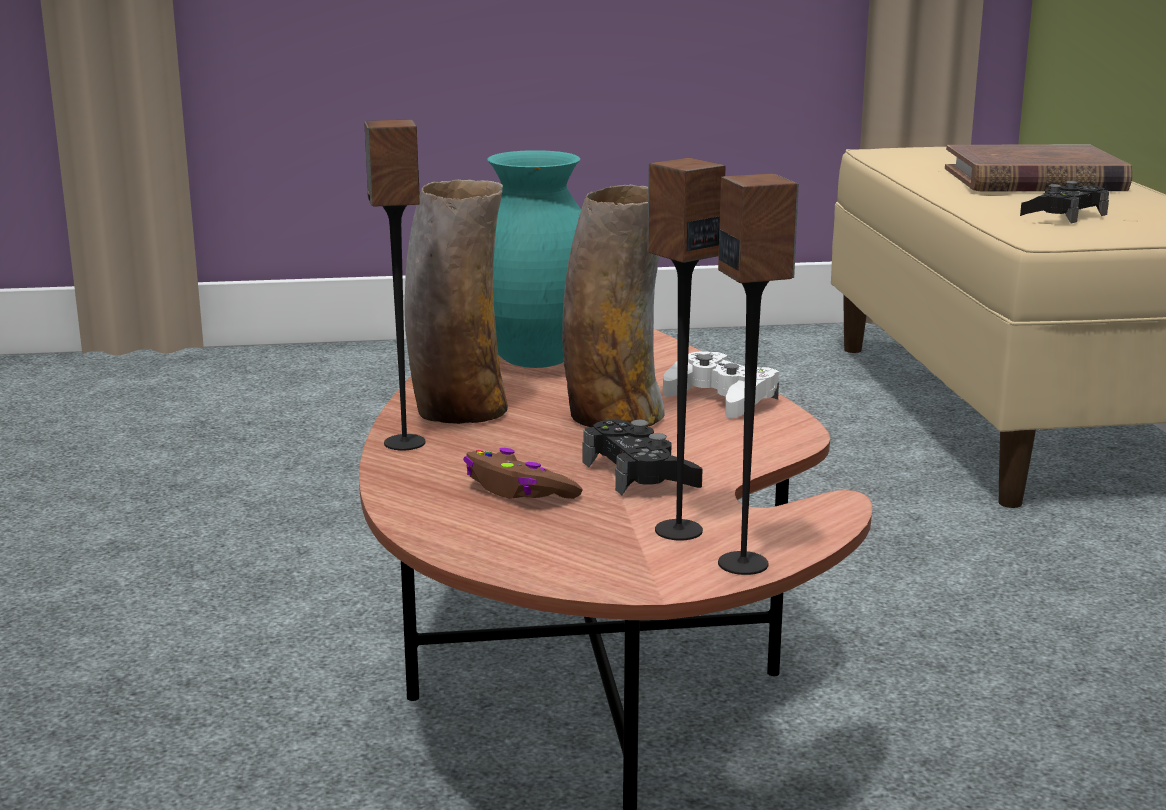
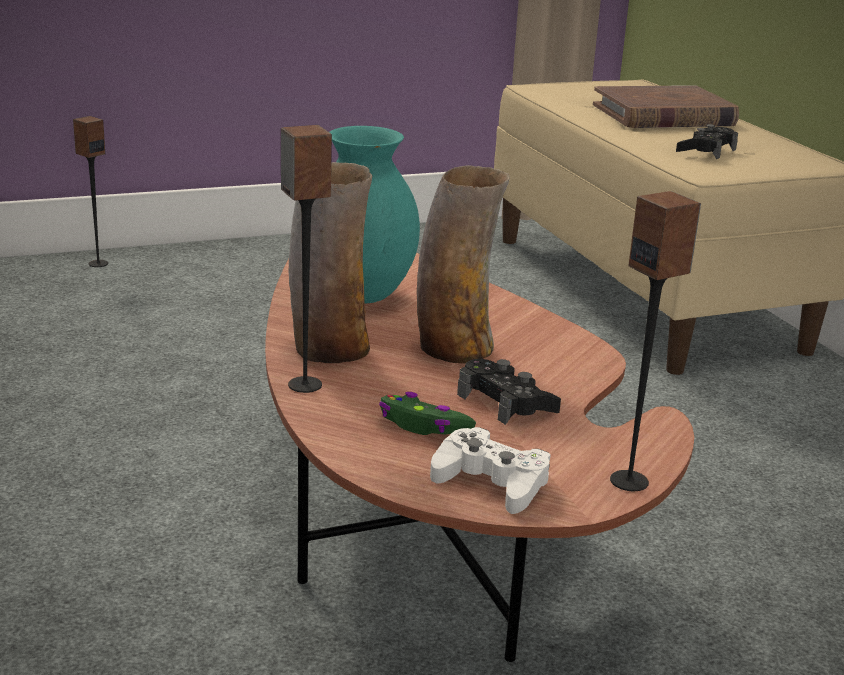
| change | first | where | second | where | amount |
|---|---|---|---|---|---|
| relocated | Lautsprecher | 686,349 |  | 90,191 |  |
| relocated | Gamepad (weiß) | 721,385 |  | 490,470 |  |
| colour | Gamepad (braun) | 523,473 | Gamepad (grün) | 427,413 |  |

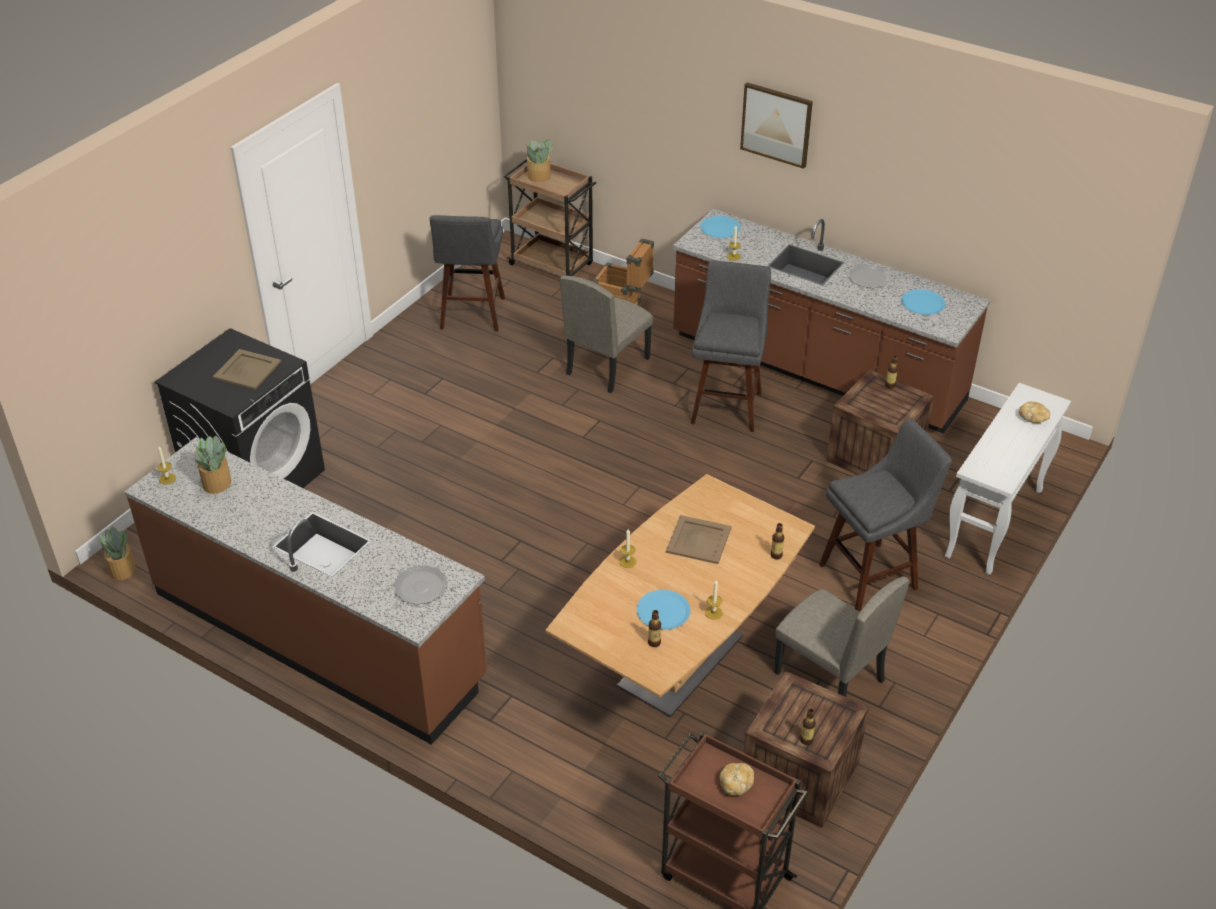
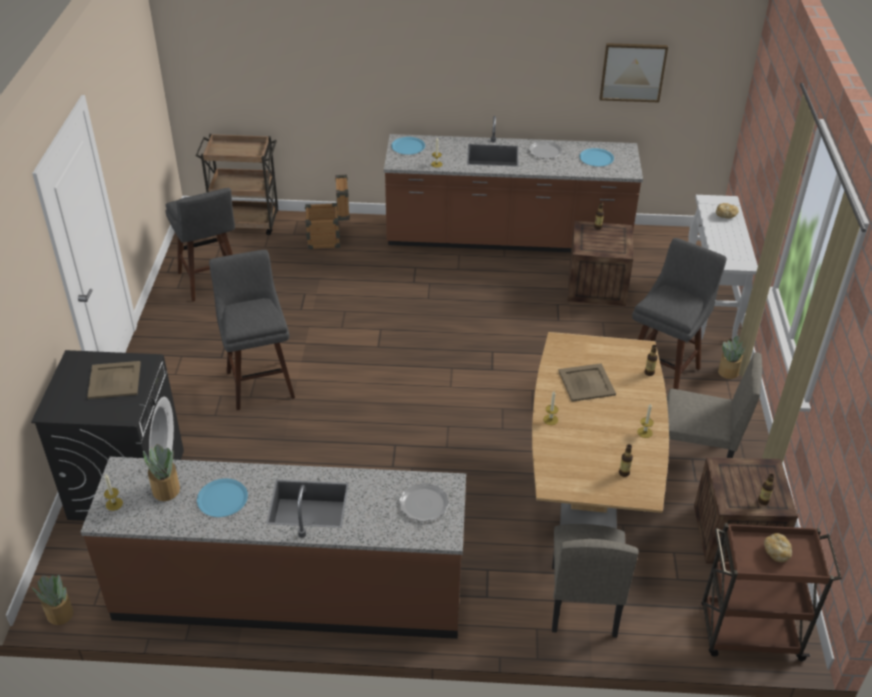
| change | first | where | second | where | amount |
|---|---|---|---|---|---|
| relocated | Topfpflanze | 540,160 |  | 732,357 |  |
| relocated | Stuhl (beige) | 606,334 |  | 595,580 |  |
| relocated | Teller (blau) | 664,610 |  | 222,498 |  |
| relocated | Hocker (grau) | 731,346 |  | 252,330 |  |
| relocated | Bild | 776,125 |  | 633,72 |  |

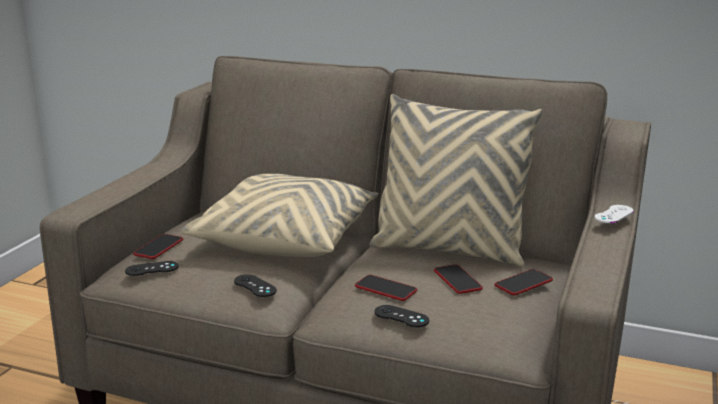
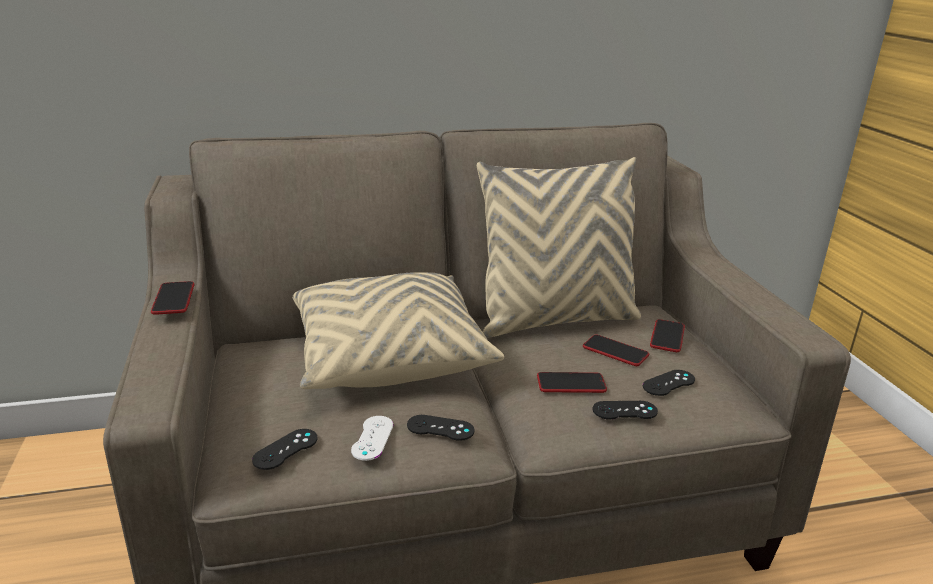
| change | first | where | second | where | amount |
|---|---|---|---|---|---|
| appeared |  |  | Gamepad (schwarz) | 669,383 |  |
| relocated | Handy | 158,246 |  | 173,298 |  |
| relocated | Gamepad (weiß) | 614,214 |  | 372,438 |  |

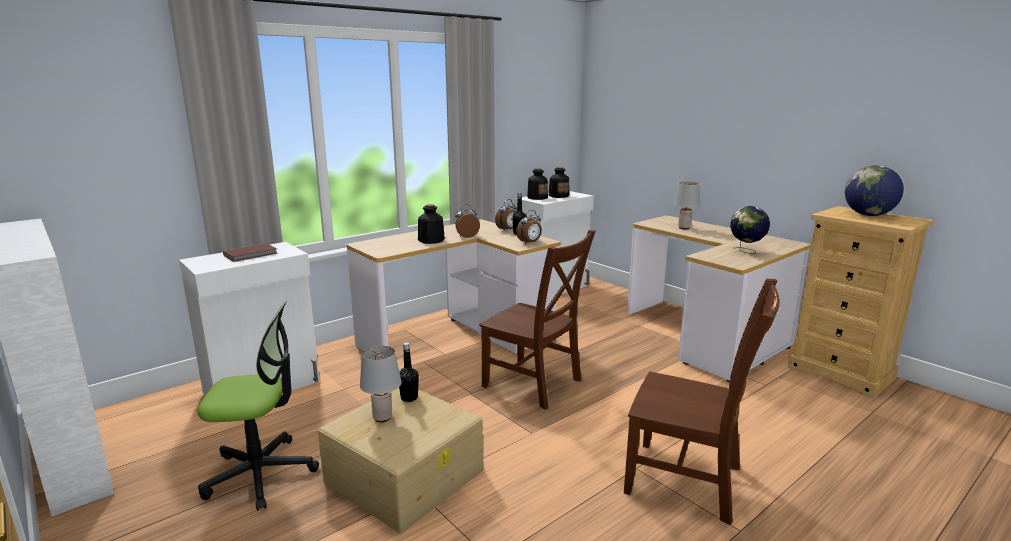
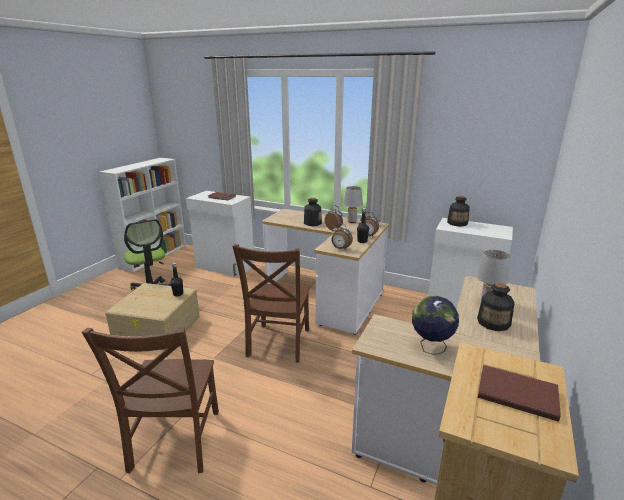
| change | first | where | second | where | amount |
|---|---|---|---|---|---|
| relocated | Tischlampe (grau) | 380,384 |  | 353,204 |  |
| relocated | Flasche | 559,182 |  | 496,307 |  |
| exchanged | Globus | 874,190 | Buch (braun) | 519,393 |  |

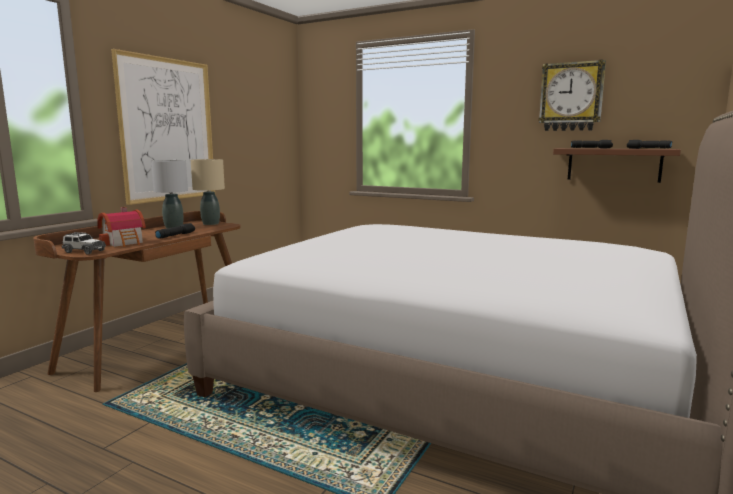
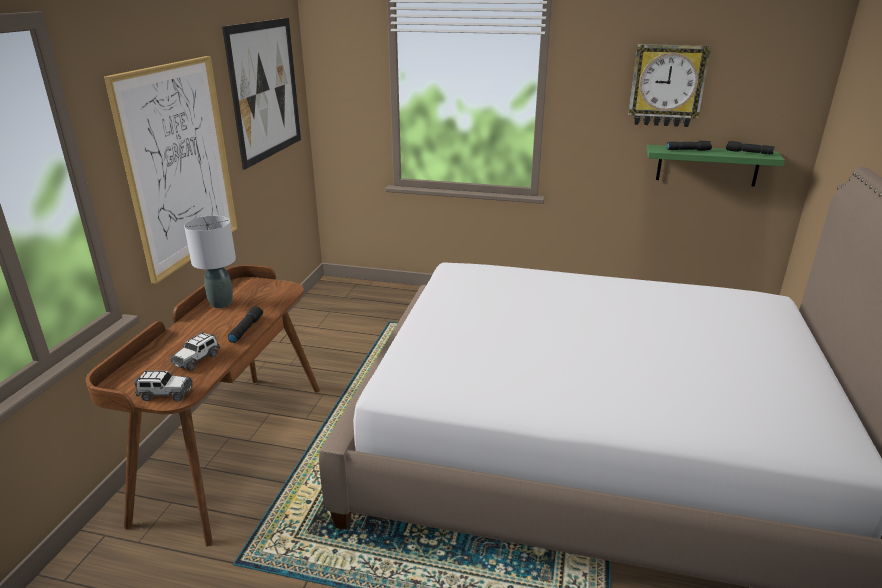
| change | first | where | second | where | amount |
|---|---|---|---|---|---|
| missing | Tischlampe (beige) | 208,192 |  |  |  |
| appeared |  |  | Bild | 261,94 |  |
| exchanged | Spielzeughaus | 121,227 | Spielzeugauto | 195,351 |  |
| colour | Wandregal (braun) | 617,165 | Wandregal (grün) | 716,165 |  |

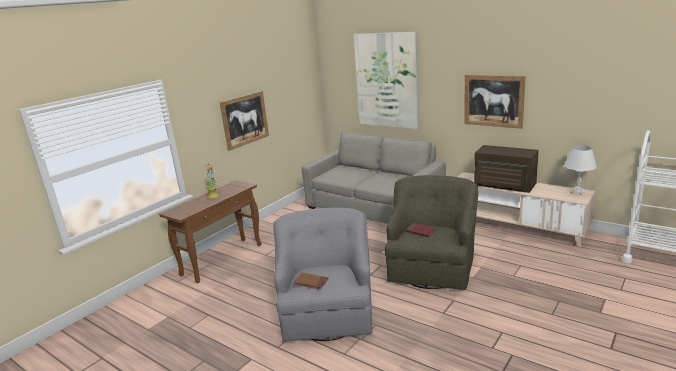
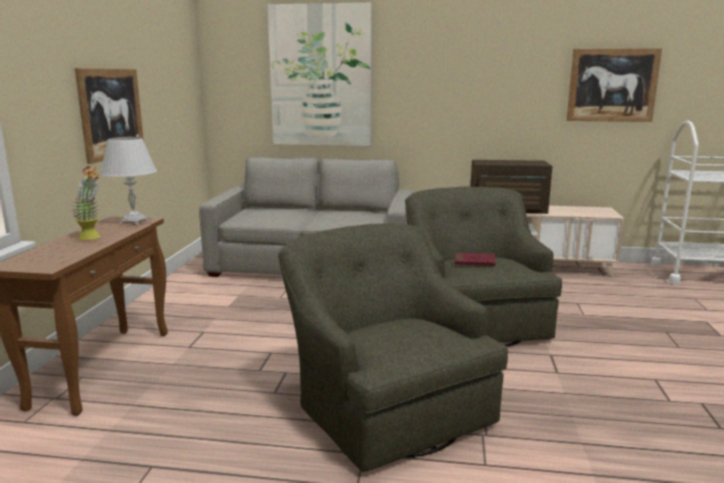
| change | first | where | second | where | amount |
|---|---|---|---|---|---|
| missing | Buch (braun) | 310,281 |  |  |  |
| relocated | Bild | 495,102 |  | 614,85 |  |
| relocated | Tischlampe (weiß) | 580,170 |  | 128,180 |  |
| colour | Sessel (grau) | 323,274 | Sessel (grün) | 393,347 |  |

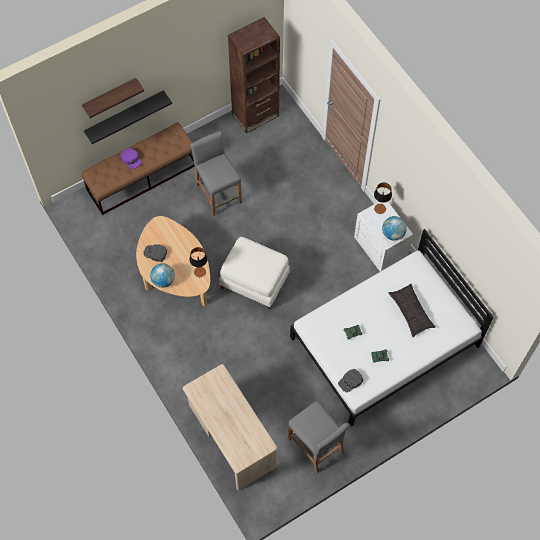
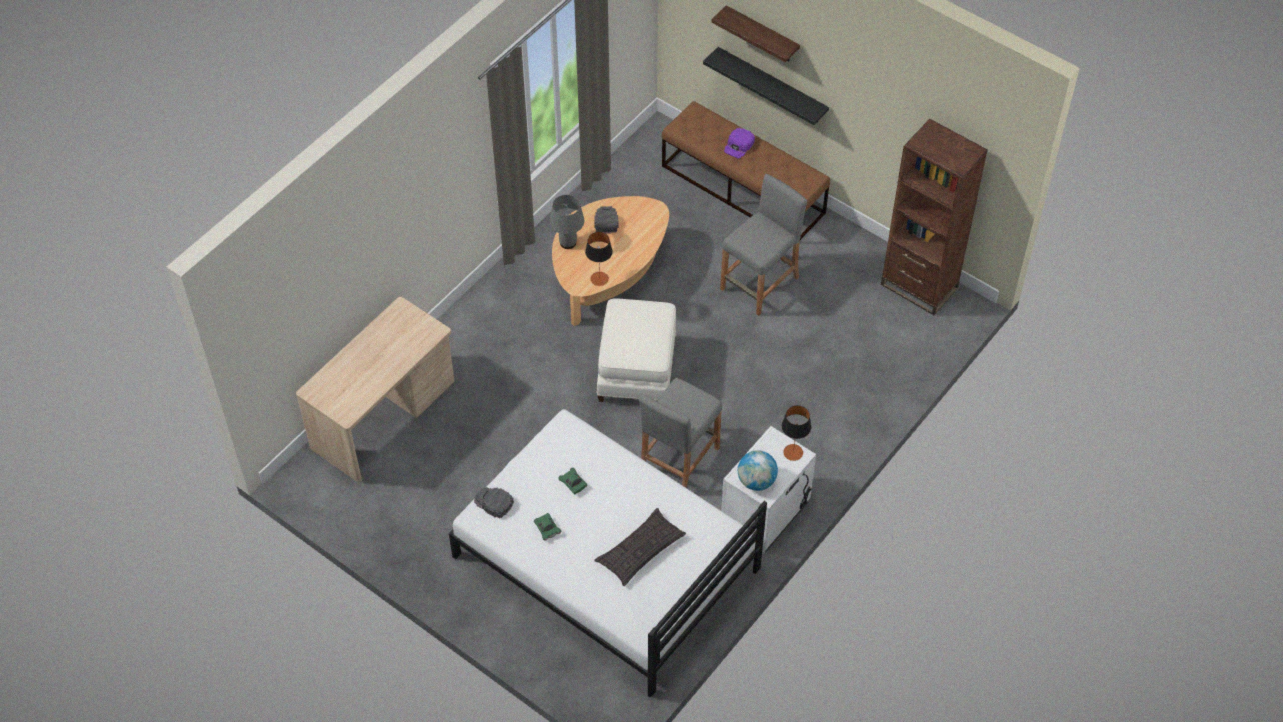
| change | first | where | second | where | amount |
|---|---|---|---|---|---|
| relocated | Hocker (grau) | 319,437 |  | 680,433 |  |
| exchanged | Globus | 162,275 | Tischlampe (grau) | 567,222 |  |

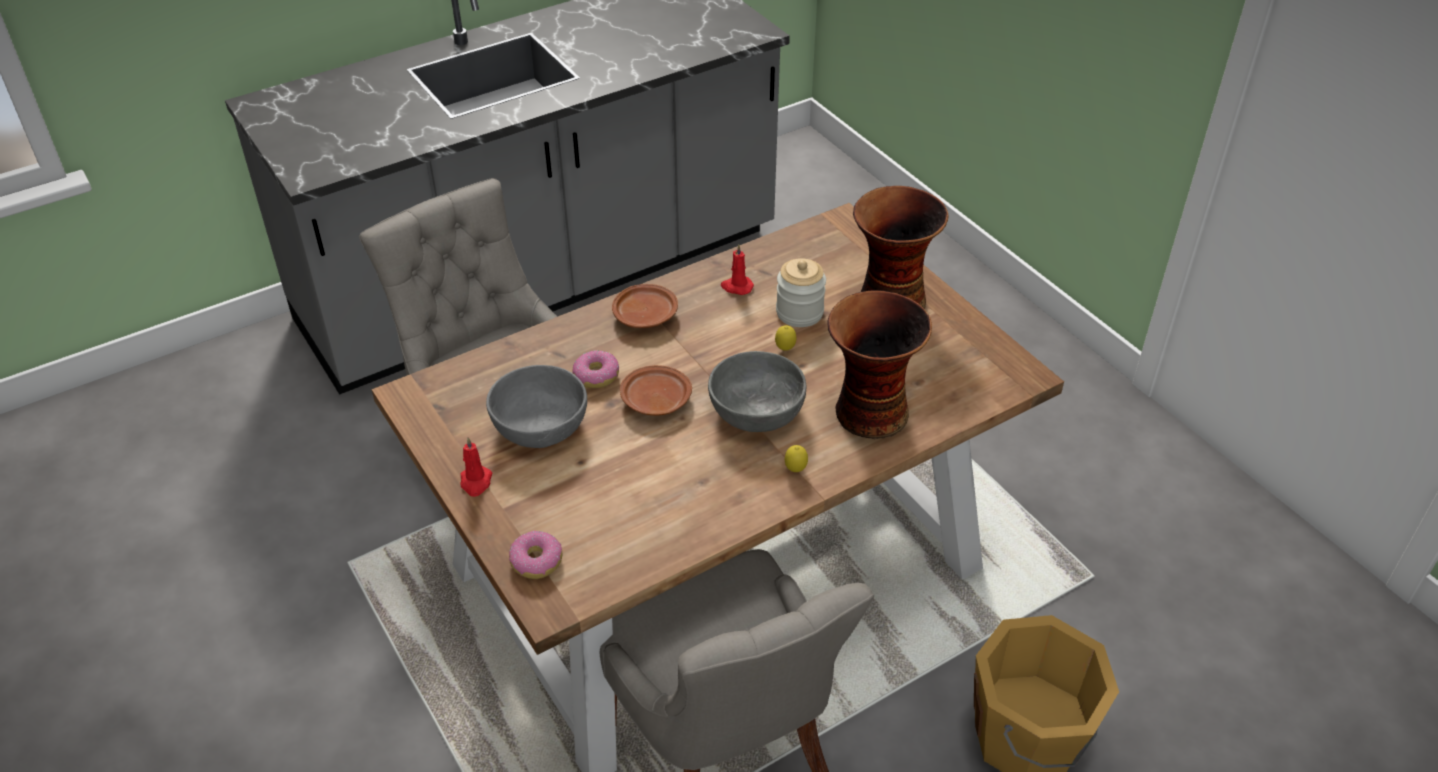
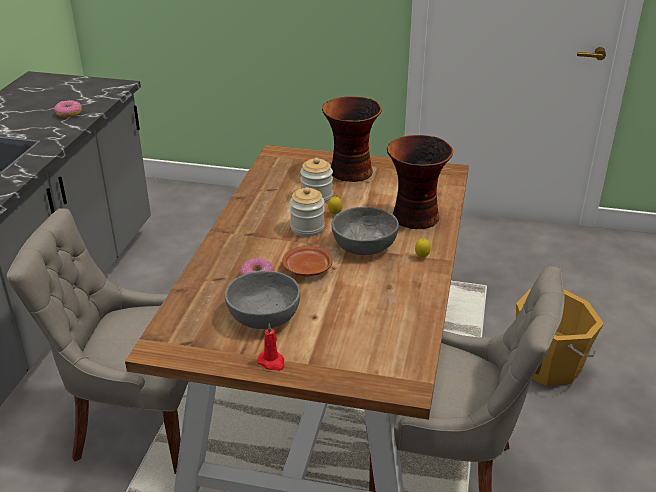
| change | first | where | second | where | amount |
|---|---|---|---|---|---|
| missing | Teller (braun) | 645,306 |  |  |  |
| missing | Kerze (rot) | 737,269 |  |  |  |
| appeared |  |  | Vorratsglas | 307,212 |  |
| relocated | Donut | 535,555 |  | 68,109 |  |

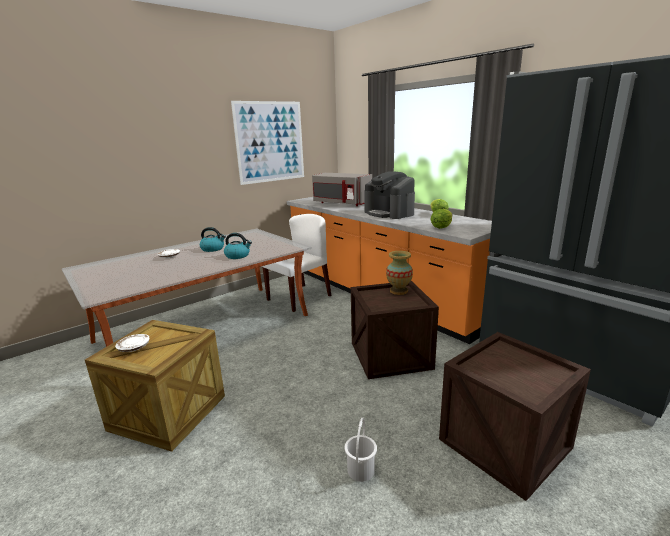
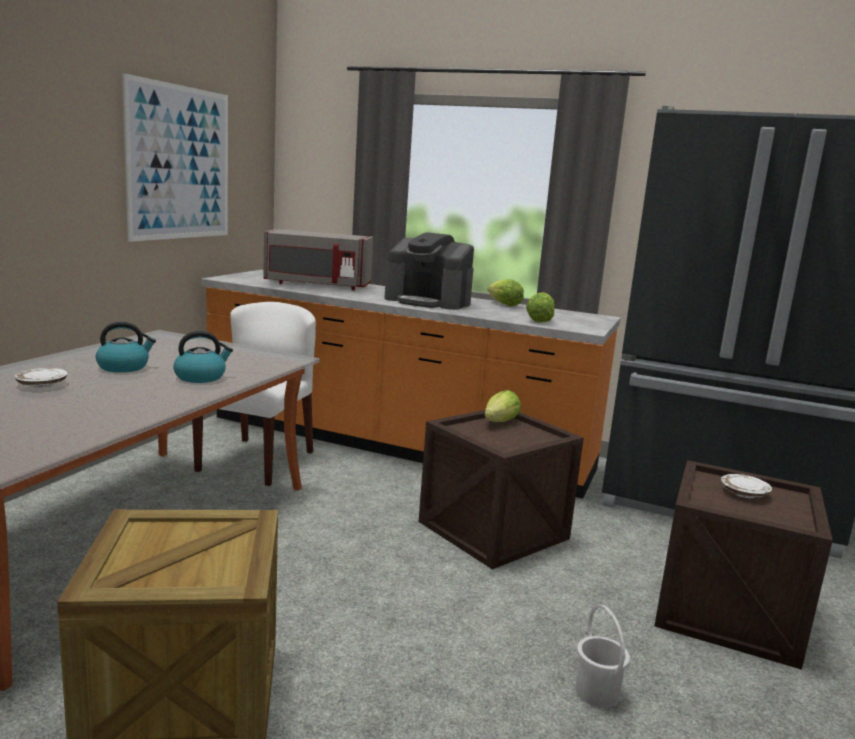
| change | first | where | second | where | amount |
|---|---|---|---|---|---|
| relocated | Teller (weiß) | 132,343 |  | 746,486 |  |
| exchanged | Vase | 399,273 | Salatkopf | 503,406 |  |

